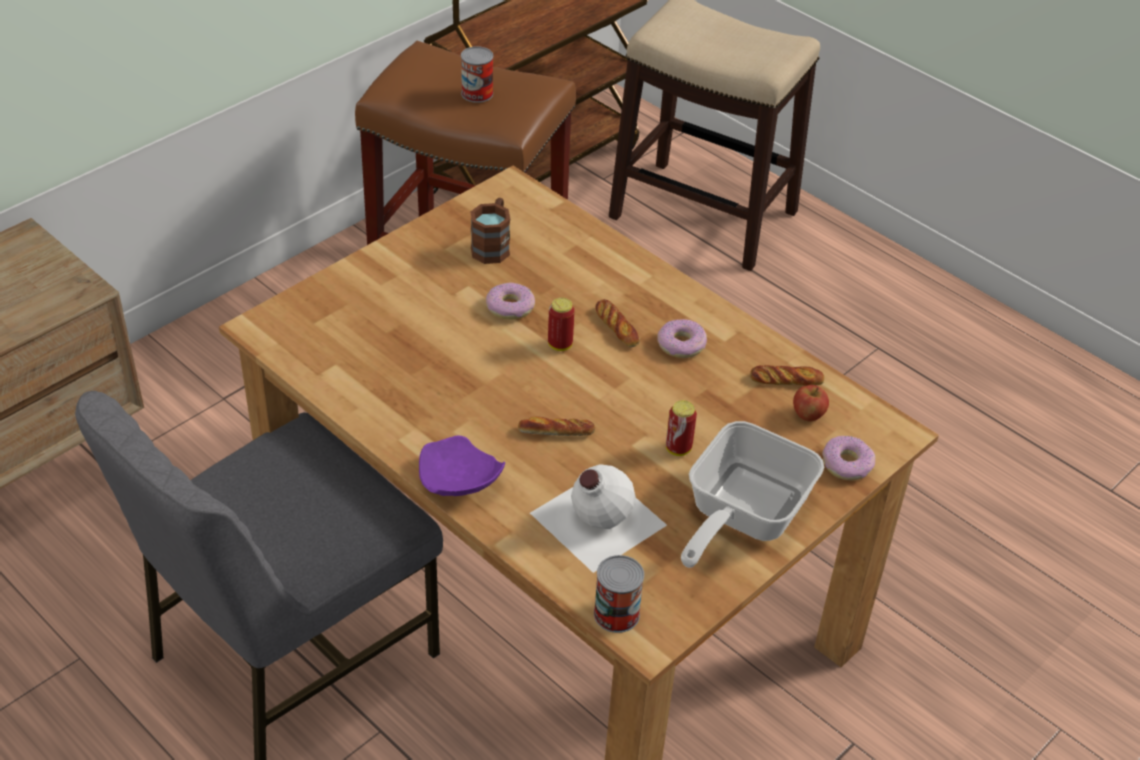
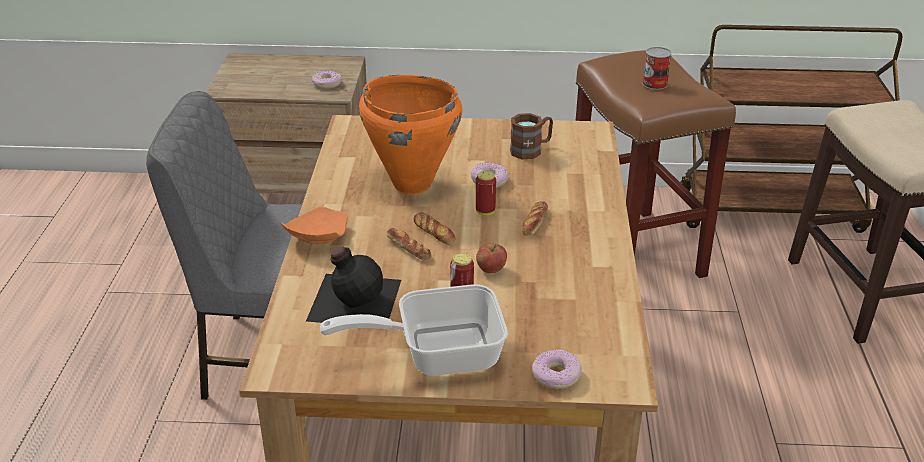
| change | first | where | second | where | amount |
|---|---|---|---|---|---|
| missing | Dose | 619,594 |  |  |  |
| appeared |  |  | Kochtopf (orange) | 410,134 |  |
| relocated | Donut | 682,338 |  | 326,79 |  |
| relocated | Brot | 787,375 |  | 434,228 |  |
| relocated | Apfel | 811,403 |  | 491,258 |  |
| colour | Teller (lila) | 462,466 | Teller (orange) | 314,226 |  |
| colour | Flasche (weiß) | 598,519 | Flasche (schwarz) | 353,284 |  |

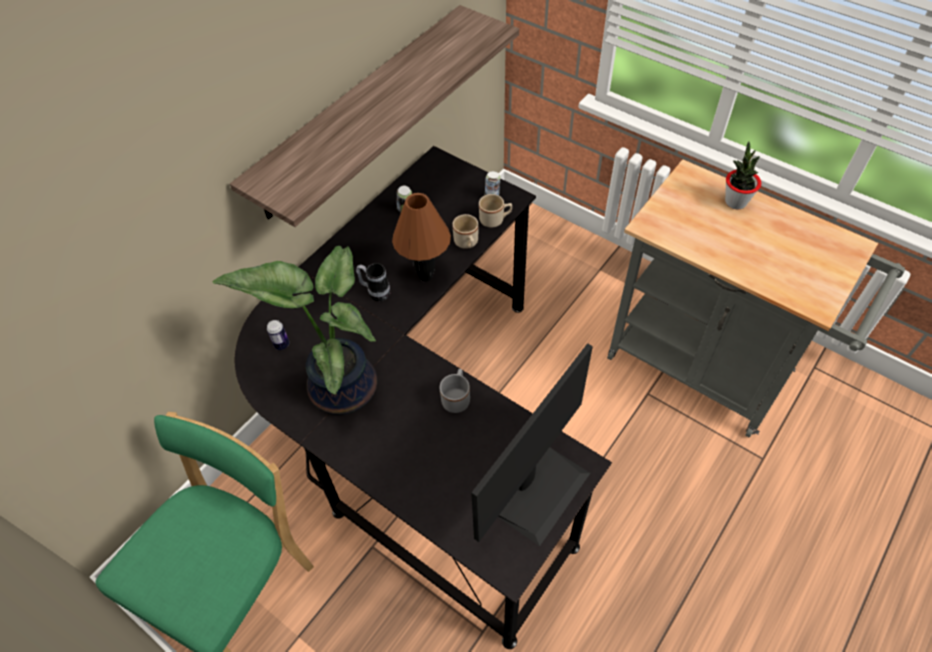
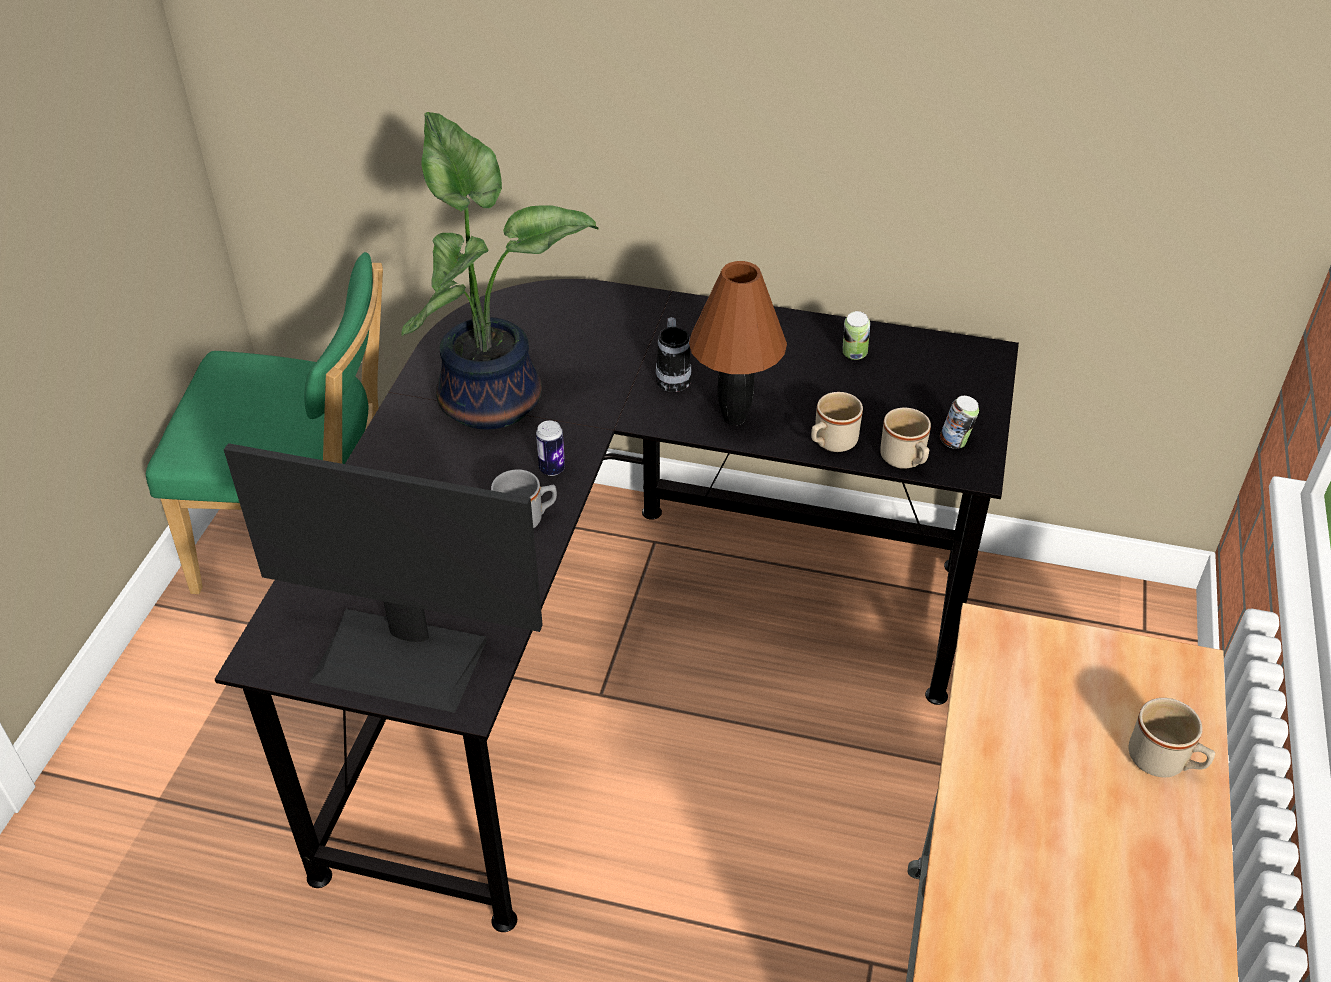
| change | first | where | second | where | amount |
|---|---|---|---|---|---|
| missing | Wandregal | 374,116 |  |  |  |
| relocated | Dose | 278,335 |  | 550,448 |  |
| exchanged | Topfpflanze | 743,175 | Henkelbecher (beige) | 1171,738 |  |

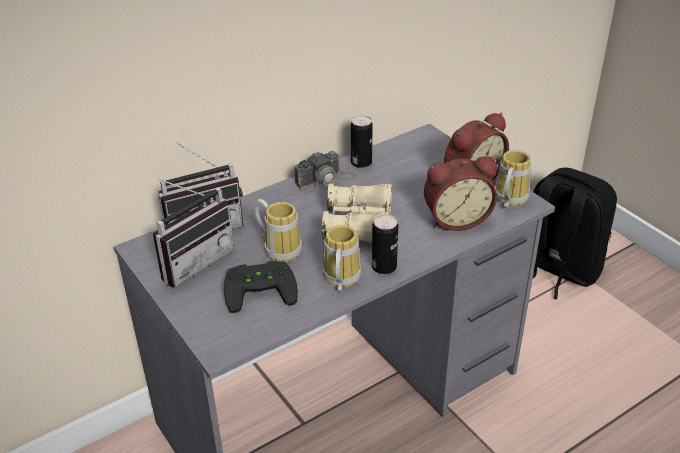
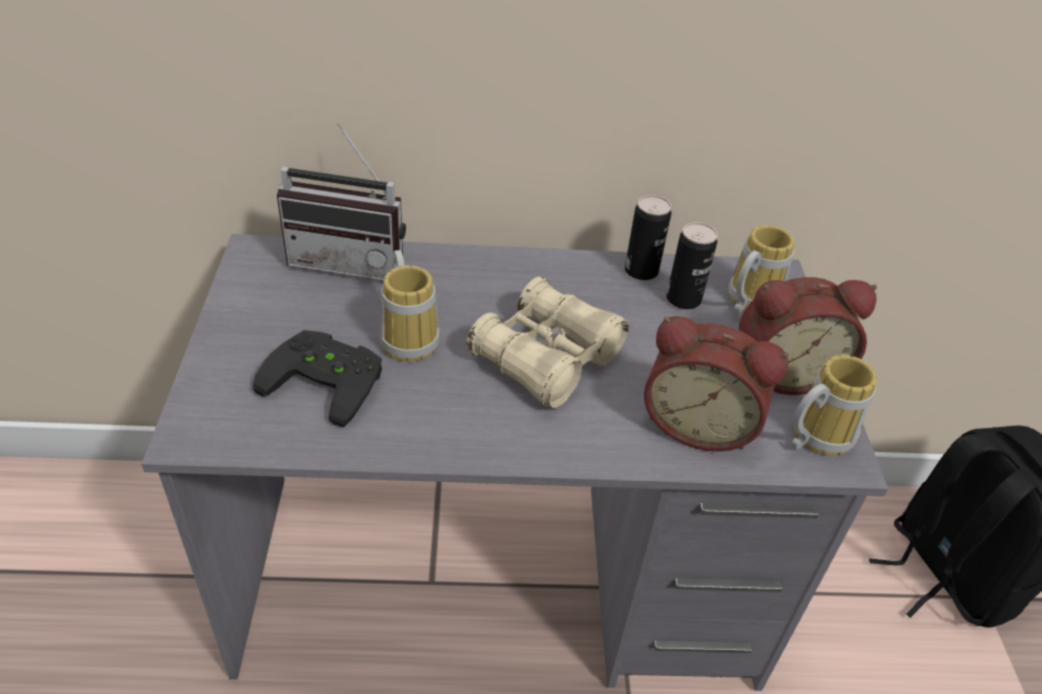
| change | first | where | second | where | amount |
|---|---|---|---|---|---|
| missing | Radio | 193,233 |  |  |  |
| missing | Kamera | 326,172 |  |  |  |
| relocated | Henkelbecher | 342,258 |  | 761,269 |  |
| relocated | Dose | 385,244 |  | 692,265 |  |

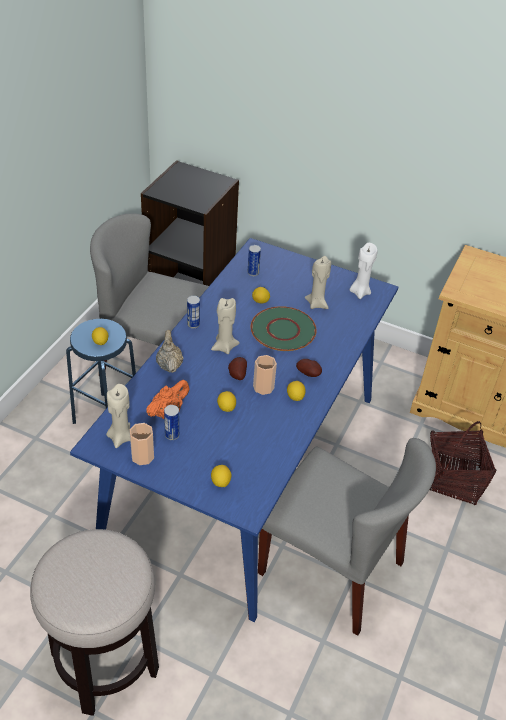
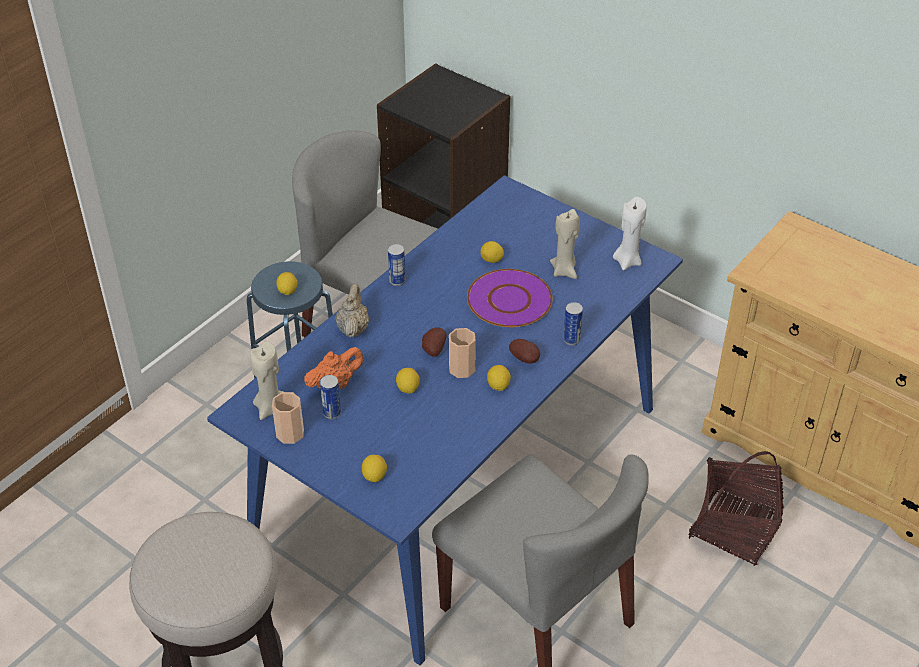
| change | first | where | second | where | amount |
|---|---|---|---|---|---|
| missing | Kerze (beige) | 225,326 |  |  |  |
| relocated | Dose | 254,260 |  | 573,323 |  |
| colour | Teller (grün) | 283,328 | Teller (lila) | 510,298 |  |

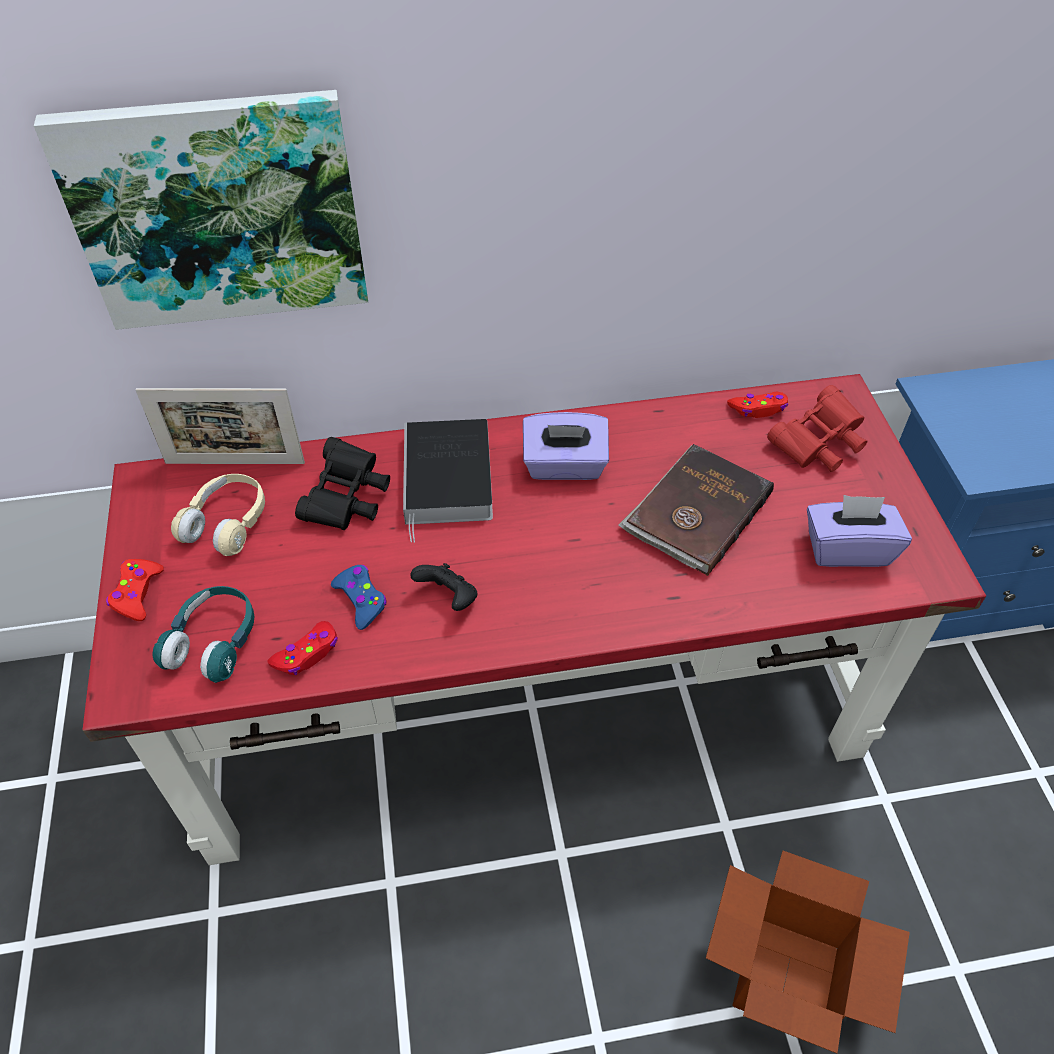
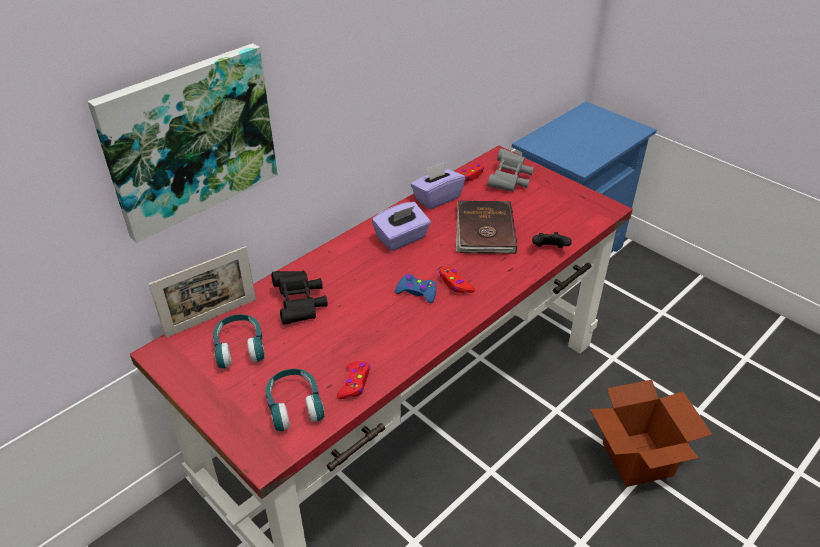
| change | first | where | second | where | amount |
|---|---|---|---|---|---|
| missing | Buch | 448,481 |  |  |  |
| relocated | Gamepad (rot) | 135,590 |  | 457,280 |  |
| relocated | Gamepad (blau) | 359,597 |  | 415,288 |  |
| relocated | Gamepad (schwarz) | 443,587 |  | 552,240 |  |
| relocated | Taschentuchbox (lila) | 859,531 |  | 438,185 |  |
| colour | Kopfhörer (beige) | 218,515 | Kopfhörer (türkis) | 239,341 |  |
| colour | Fernglas (rot) | 817,428 | Fernglas (grau) | 510,170 |  |

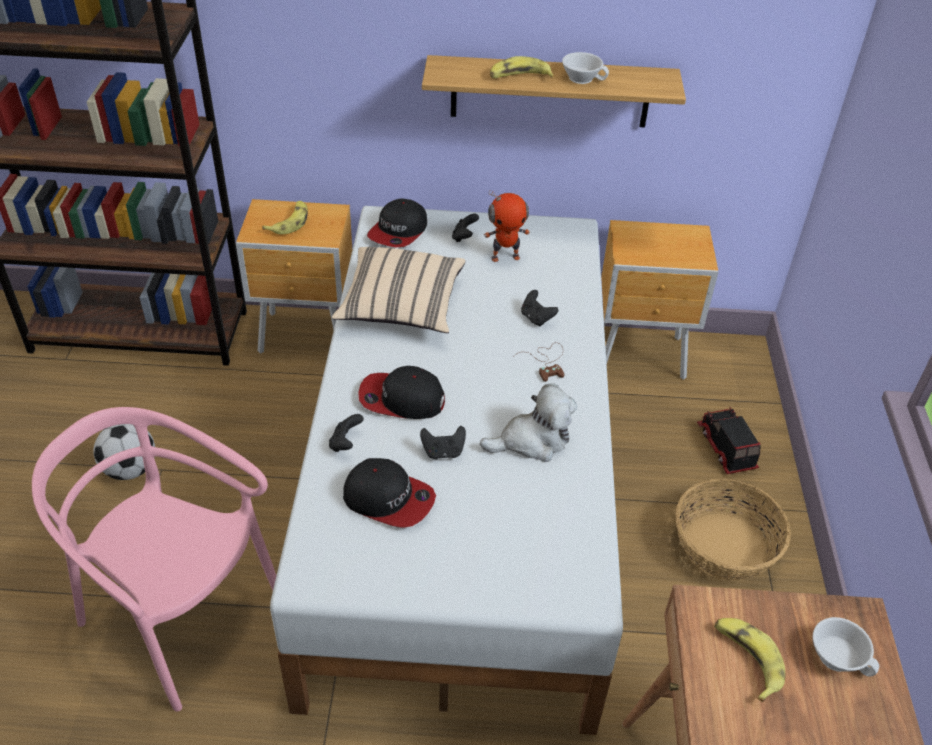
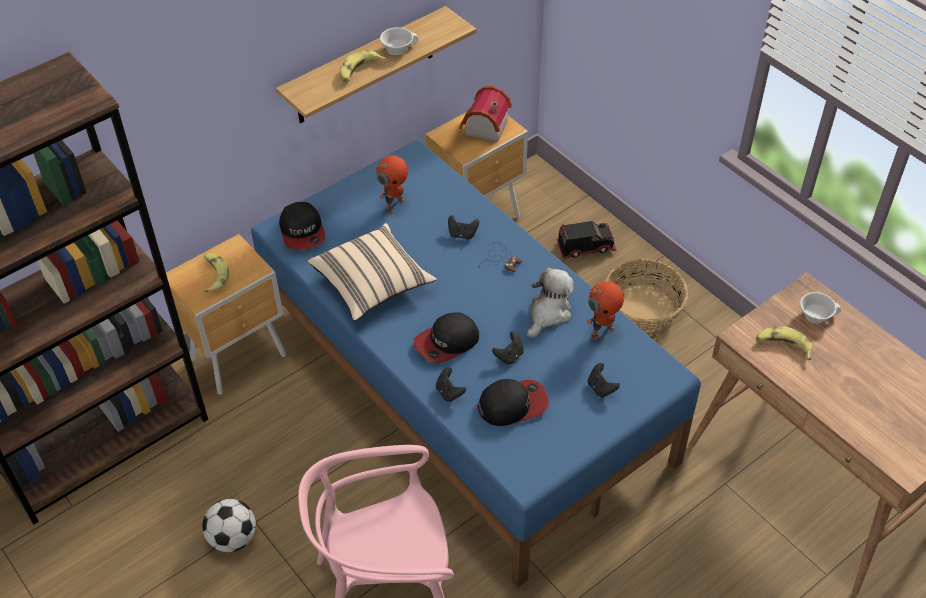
| change | first | where | second | where | amount |
|---|---|---|---|---|---|
| appeared |  |  | Spielzeughaus | 485,114 |  |
| appeared |  |  | Spielzeugroboter | 605,310 |  |
| relocated | Gamepad (schwarz) | 465,227 |  | 604,380 |  |
| colour | Bett (weiß) | 446,470 | Bett (blau) | 476,364 |  |
| spun | Spielzeuglaster | 729,440 |  | 586,240 | 135 degrees clockwise |

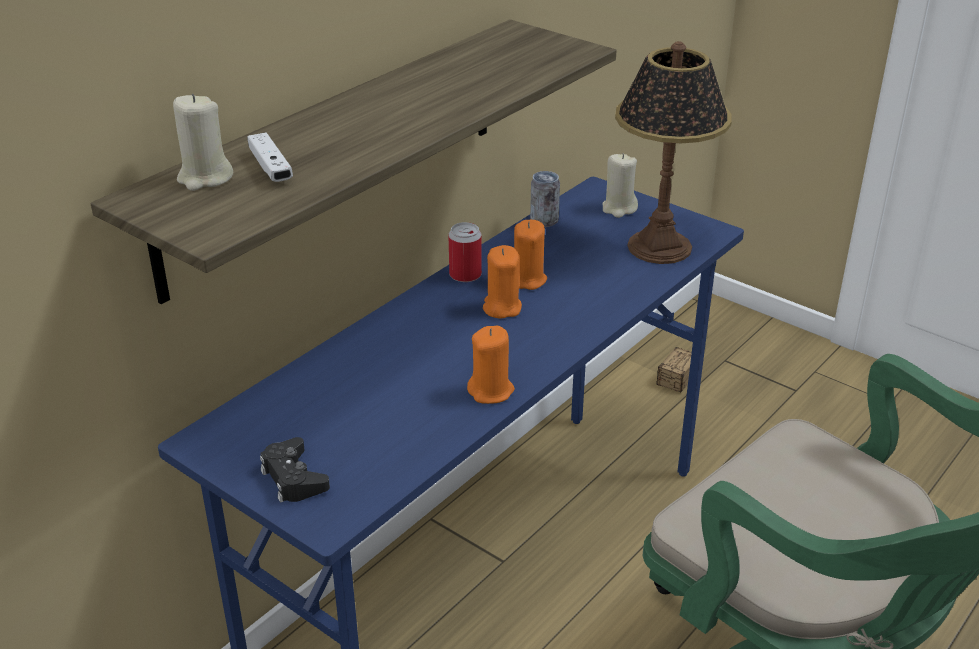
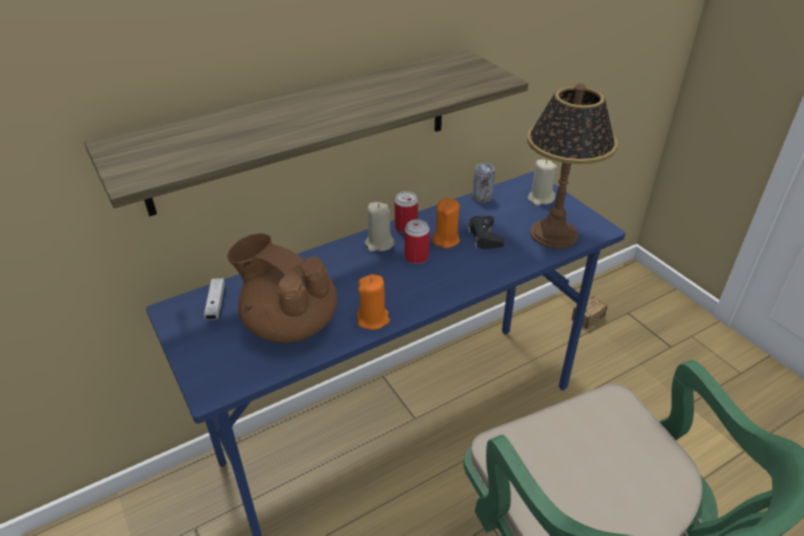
| change | first | where | second | where | amount |
|---|---|---|---|---|---|
| appeared |  |  | Teekanne (braun) | 282,288 |  |
| relocated | Kerze (beige) | 203,142 |  | 379,227 |  |
| relocated | Gamepad (weiß) | 270,157 |  | 214,299 |  |
| relocated | Gamepad (schwarz) | 295,470 |  | 486,232 |  |
| exchanged | Kerze (orange) | 502,282 | Dose | 417,241 |  |

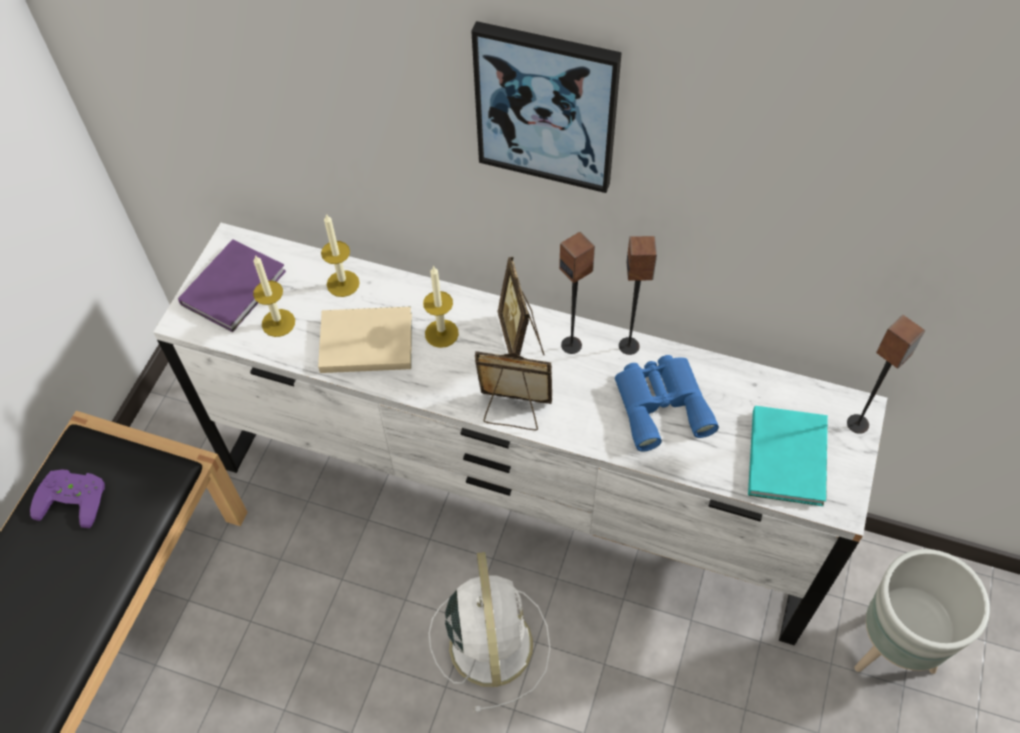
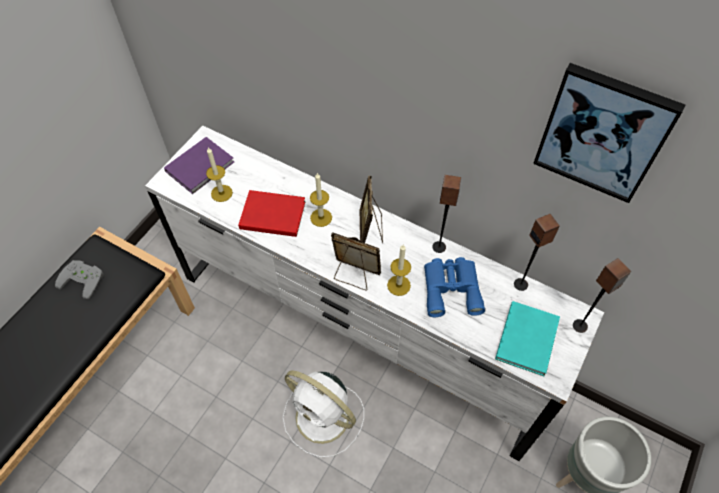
| change | first | where | second | where | amount |
|---|---|---|---|---|---|
| relocated | Kerze | 340,255 |  | 399,270 |  |
| relocated | Bild | 546,107 |  | 609,133 |  |
| relocated | Lautsprecher | 577,293 |  | 537,252 |  |
| colour | Gamepad (lila) | 67,499 | Gamepad (grau) | 79,280 |  |
| colour | Buch (beige) | 365,340 | Buch (rot) | 271,213 |  |
| spun | Ventilator (weiß) | 490,632 |  | 323,413 | 120 degrees clockwise |

